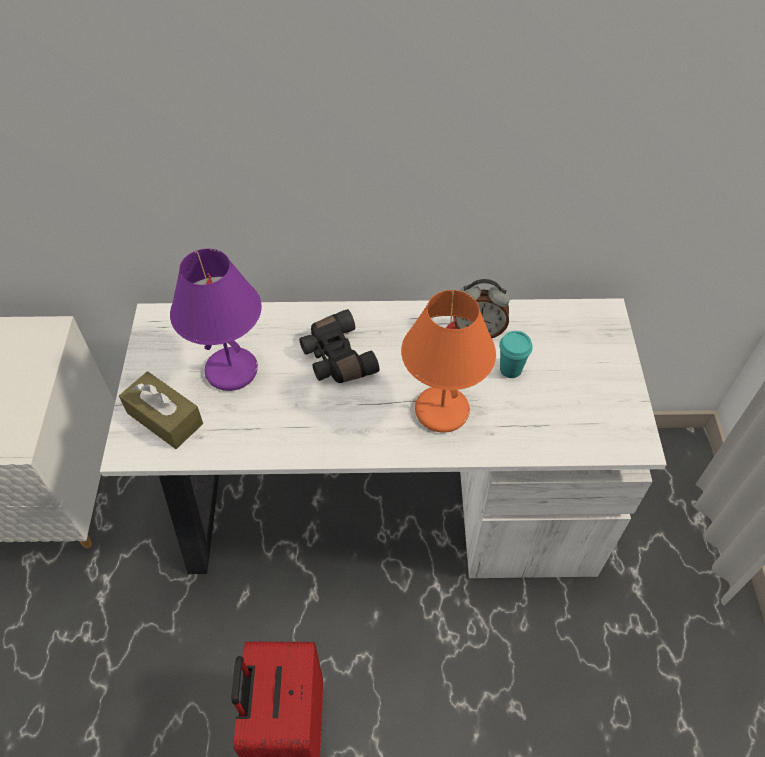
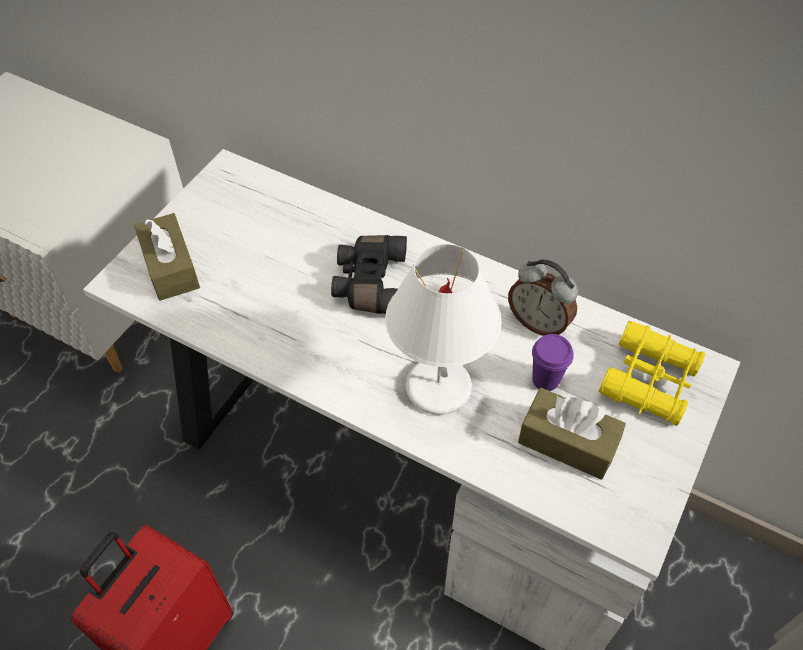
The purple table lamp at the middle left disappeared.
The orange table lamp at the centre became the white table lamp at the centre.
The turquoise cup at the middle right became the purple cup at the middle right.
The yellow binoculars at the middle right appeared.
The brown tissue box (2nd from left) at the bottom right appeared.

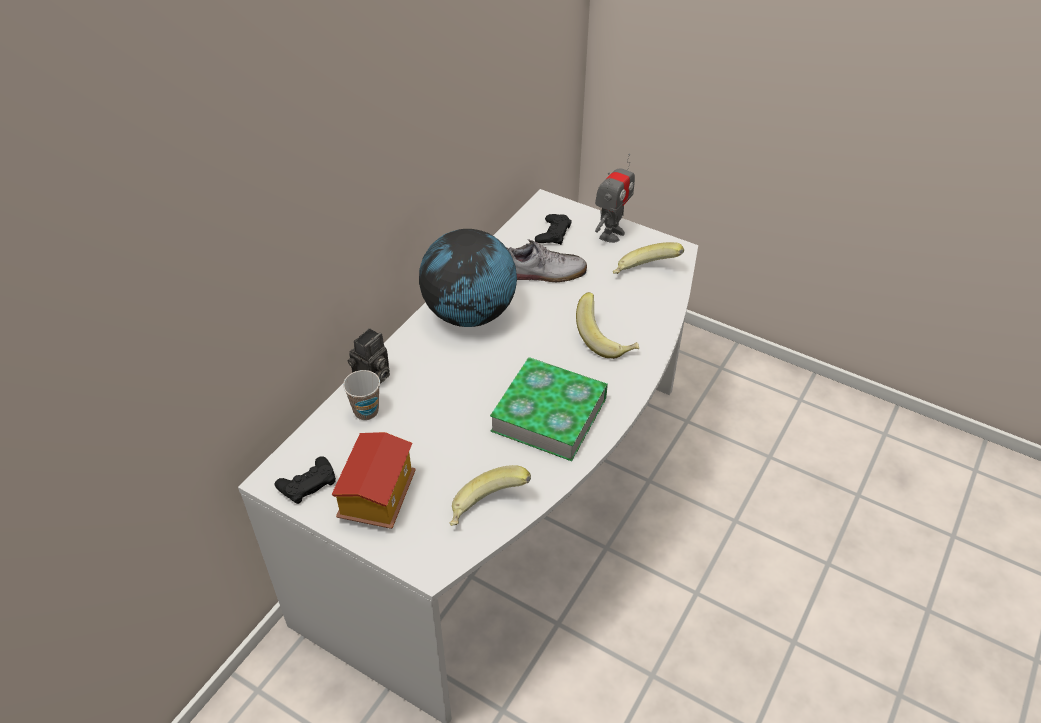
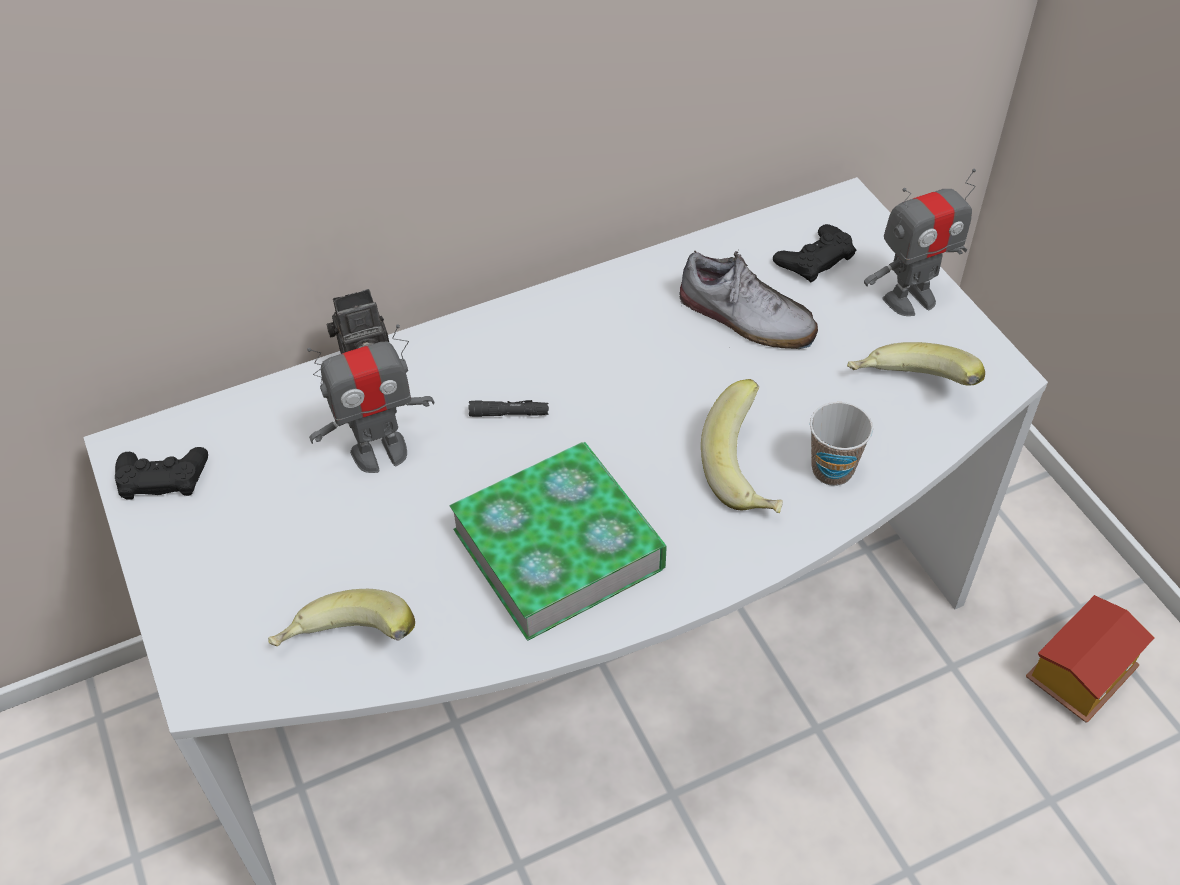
The globe at the centre disappeared.
The cup moved from the centre to the middle right.
The toy house moved from the centre to the bottom right.
The toy robot (1st from left) at the middle left appeared.
The black flashlight at the centre appeared.

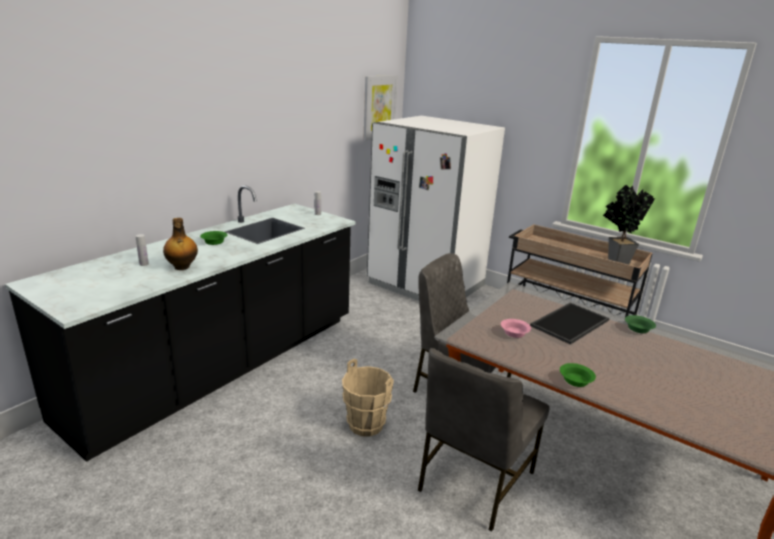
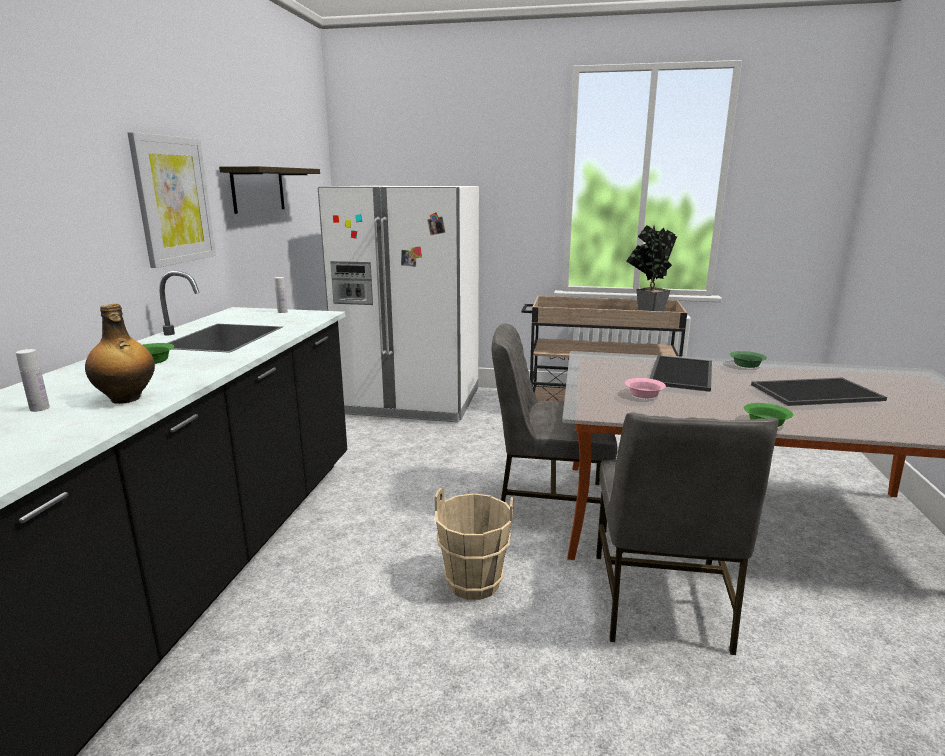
The picture moved from the top centre to the top left.
The shelf at the top left appeared.
The tray (2nd from left) at the middle right appeared.

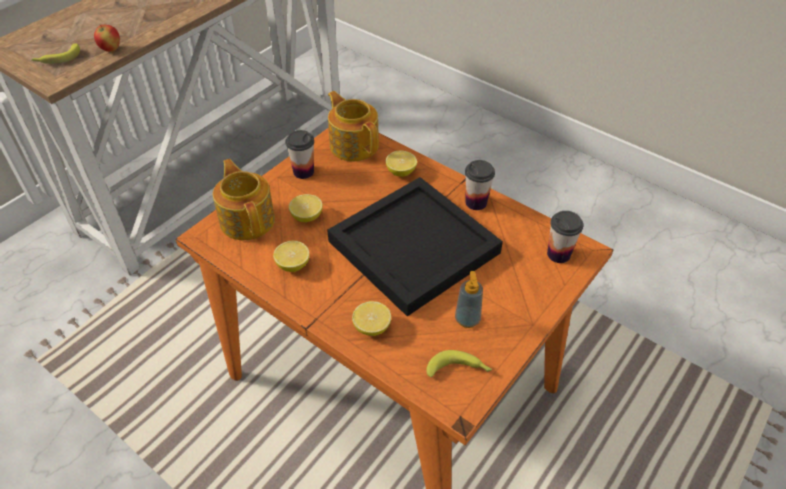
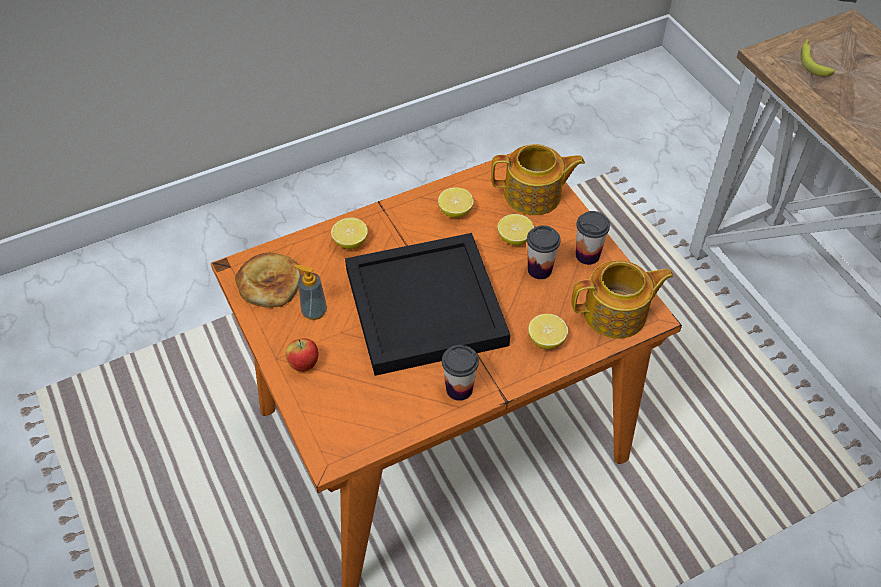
The apple moved from the top left to the centre.
The cup (3rd from left in the first image) moved from the middle right to the centre.
The banana (2nd from left) at the bottom centre was replaced by the bread at the middle left.

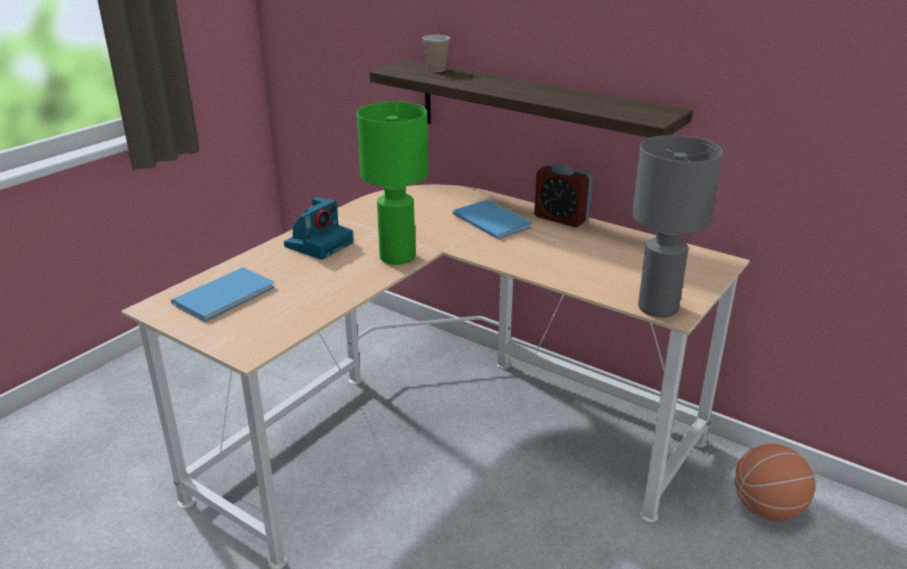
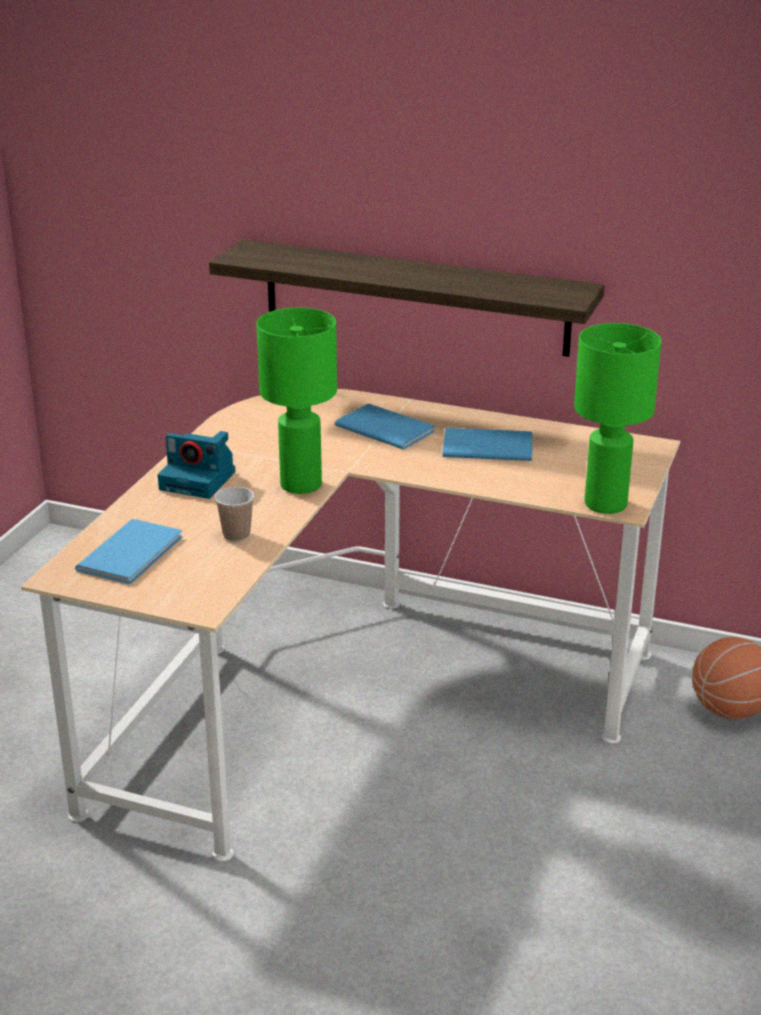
The cup moved from the top centre to the middle left.
The grey table lamp at the middle right became the green table lamp (2nd from left) at the middle right.
The alarm clock at the centre disappeared.
The photo camera at the centre turned 90 degrees clockwise.
The blue book (3rd from left) at the centre appeared.

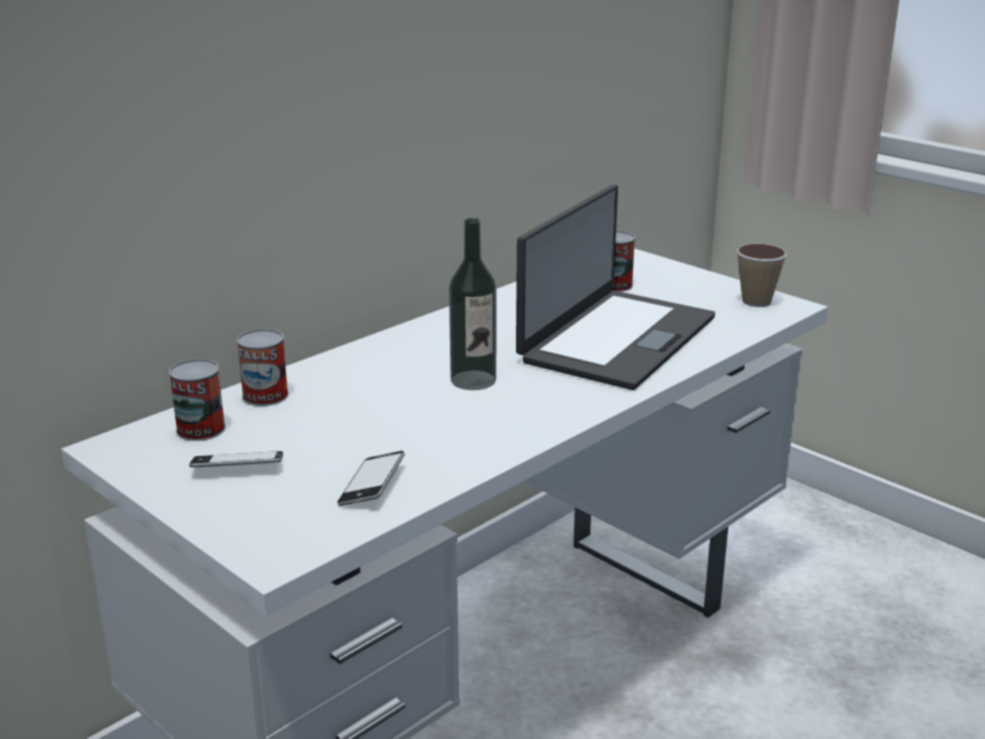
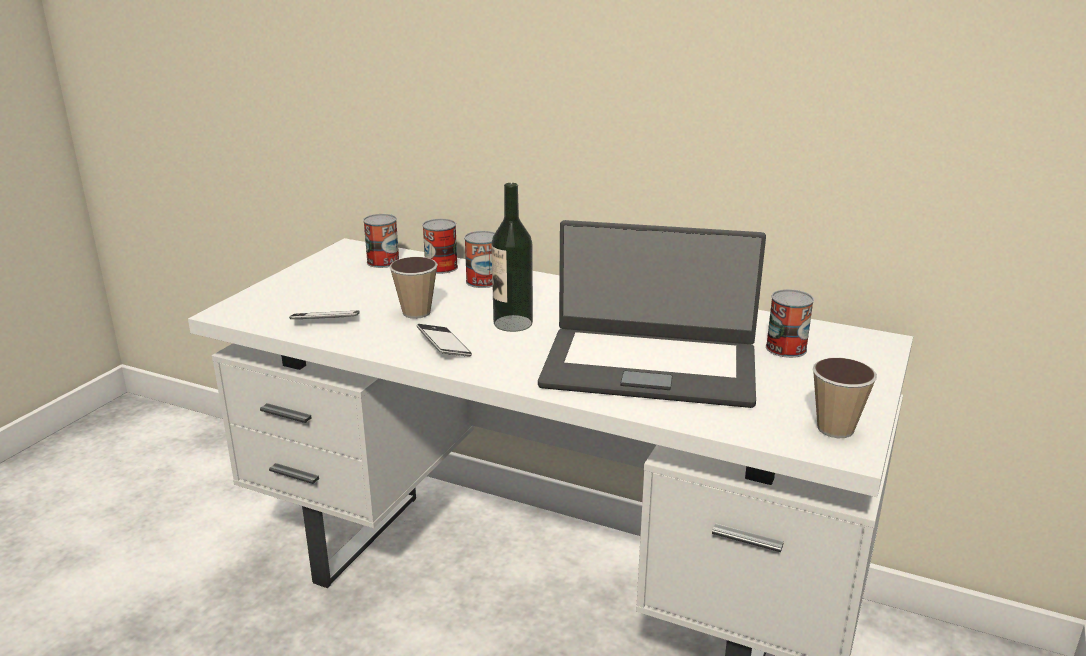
The phone (1st from left in the first image) moved from the middle left to the centre.
The can (3rd from left) at the centre appeared.
The cup (1st from left) at the centre appeared.

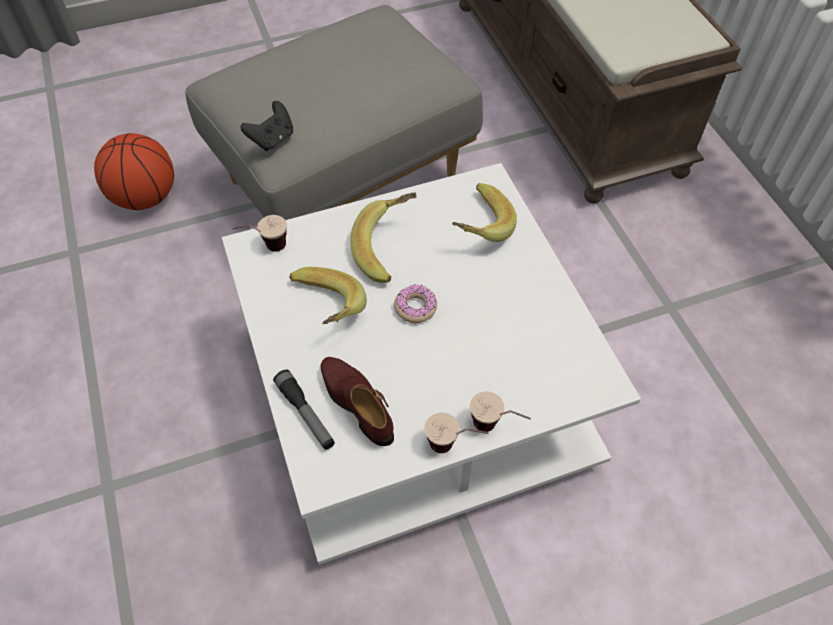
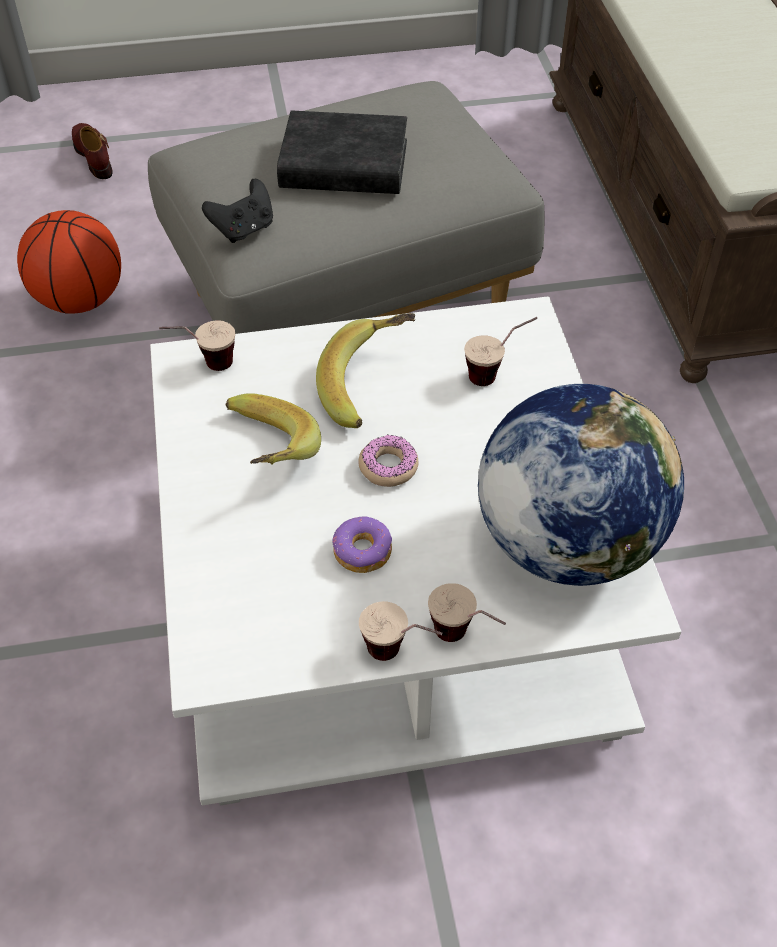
The banana (3rd from left) at the centre was replaced by the cup (4th from left) at the centre.
The brown shoe moved from the centre to the top left.
The flashlight at the centre disappeared.
The black book at the top centre appeared.
The globe at the middle right appeared.
The donut (1st from left) at the centre appeared.

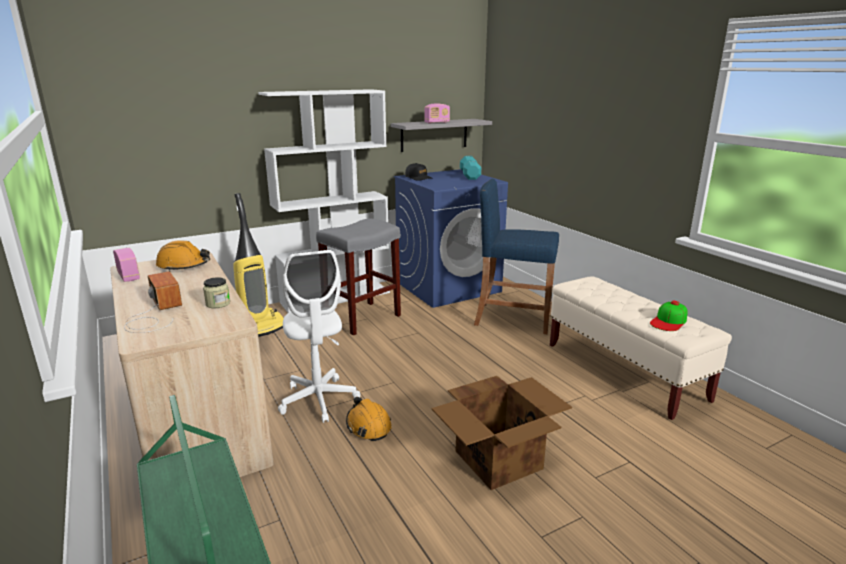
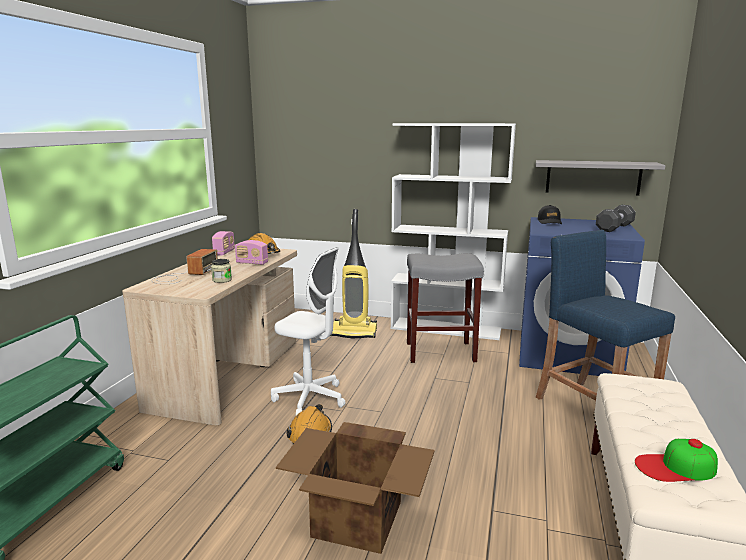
The radio (3rd from left) moved from the top centre to the centre.
The turquoise dumbbell at the top centre became the black dumbbell at the middle right.
The white office chair at the centre turned 90 degrees counterclockwise.

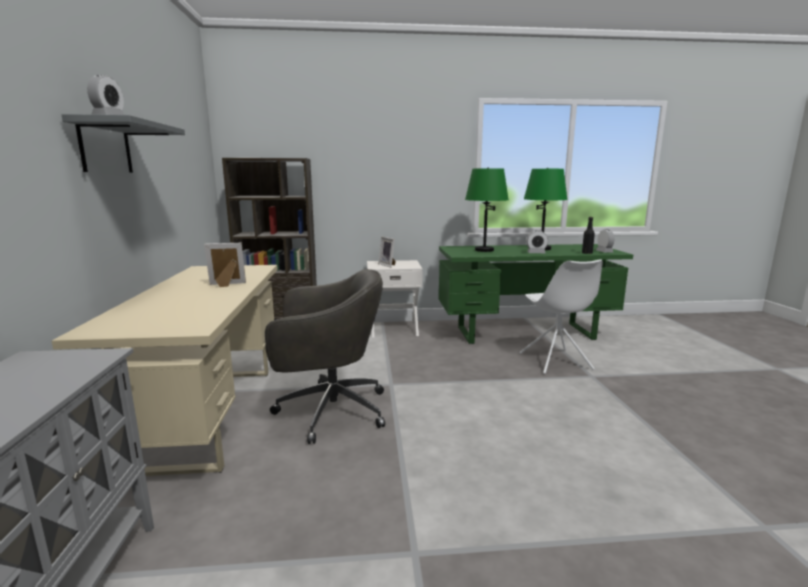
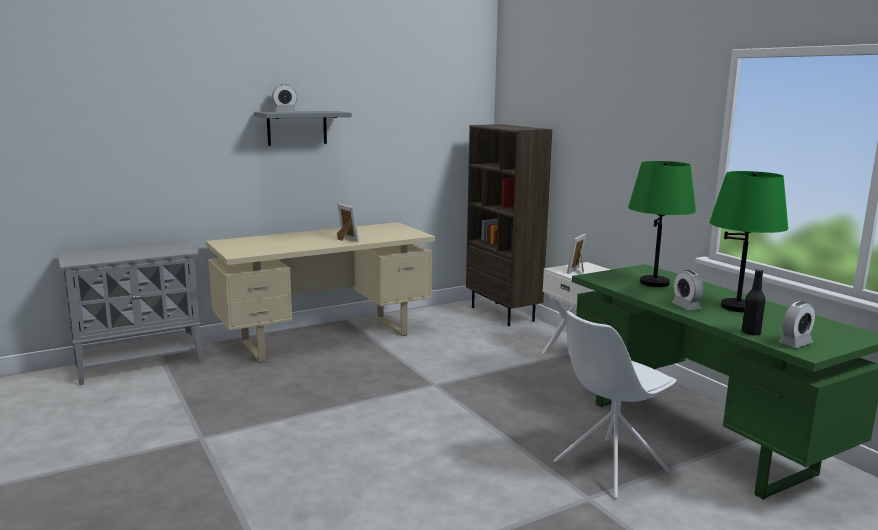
The grey office chair at the centre disappeared.

